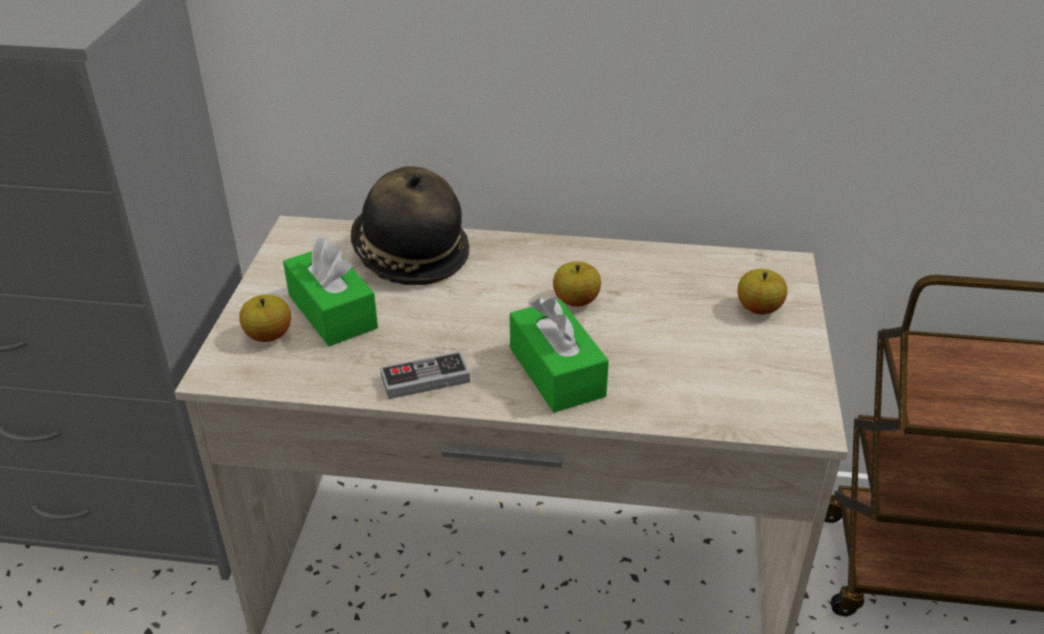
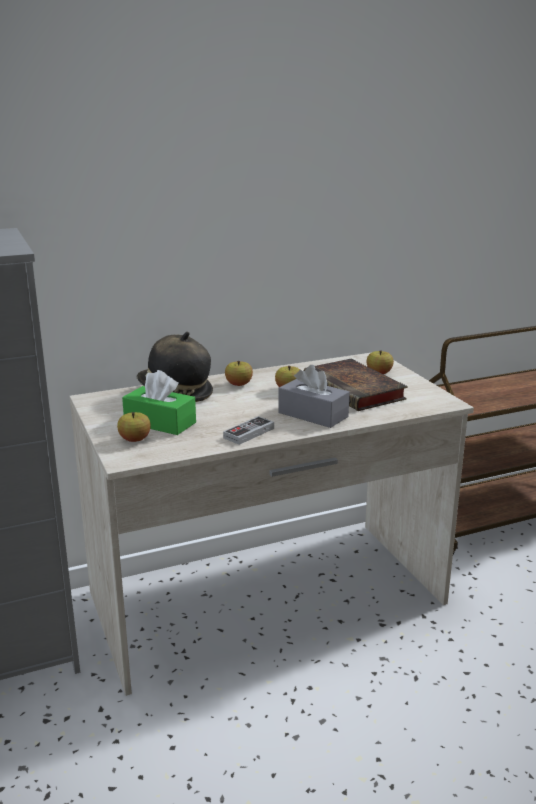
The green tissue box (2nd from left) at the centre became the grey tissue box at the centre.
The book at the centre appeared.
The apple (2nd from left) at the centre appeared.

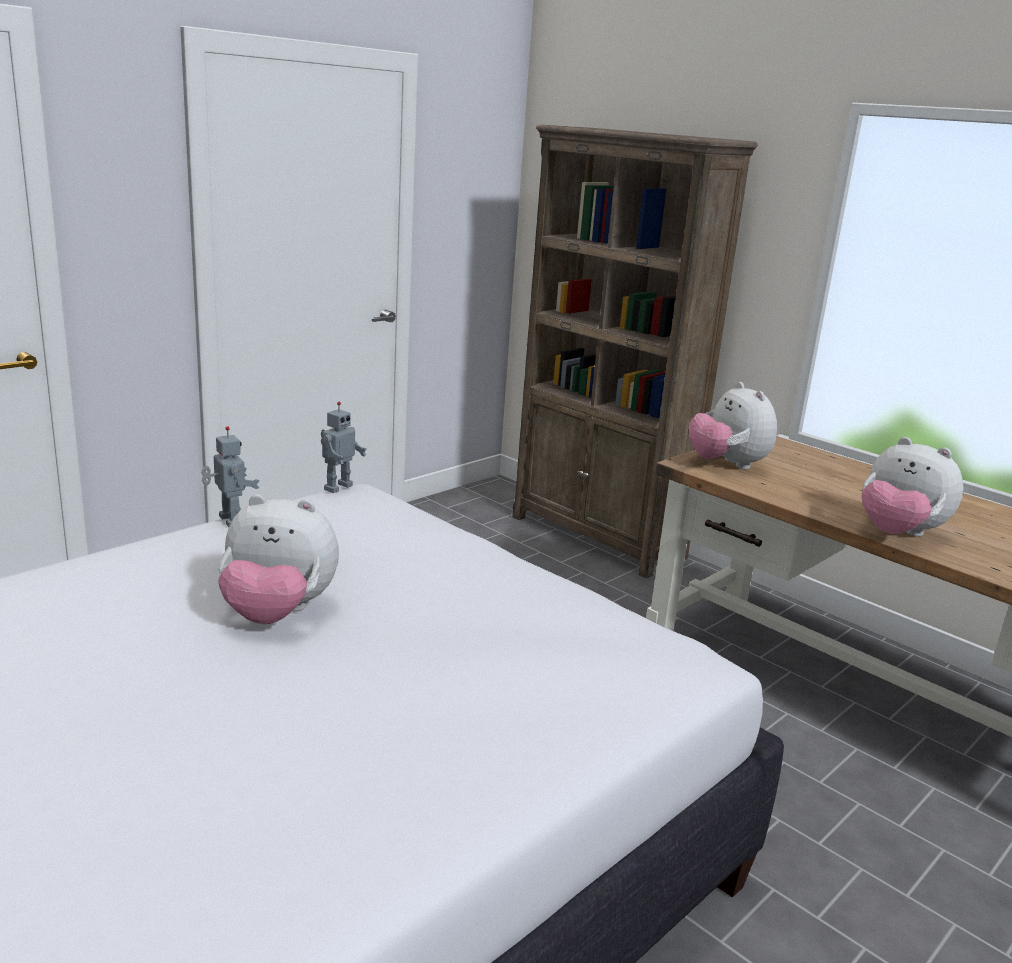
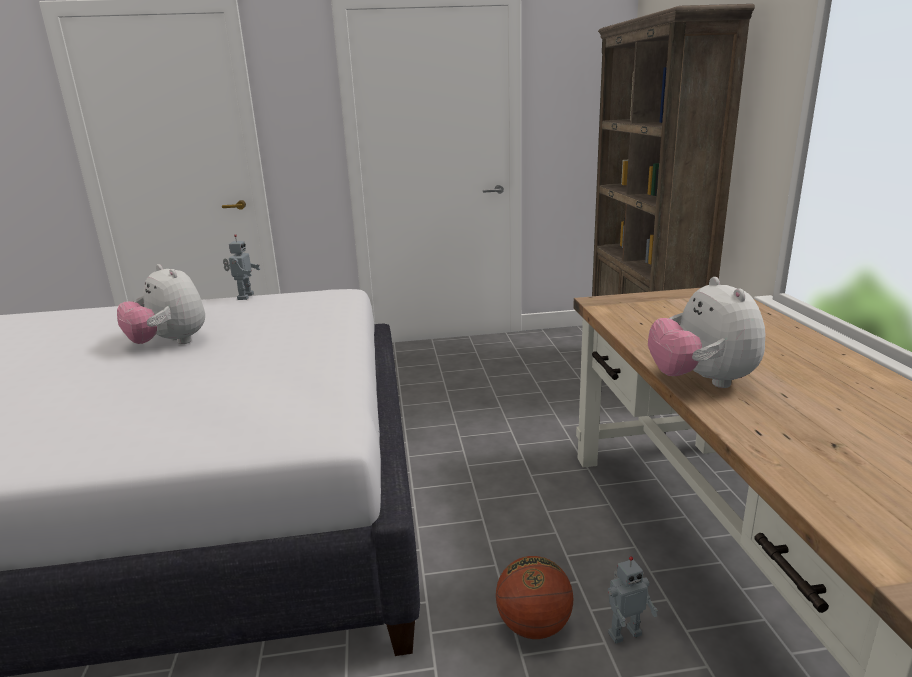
The plush toy (2nd from left) at the middle right disappeared.
The toy robot (2nd from left) moved from the centre to the bottom right.
The basketball at the bottom centre appeared.

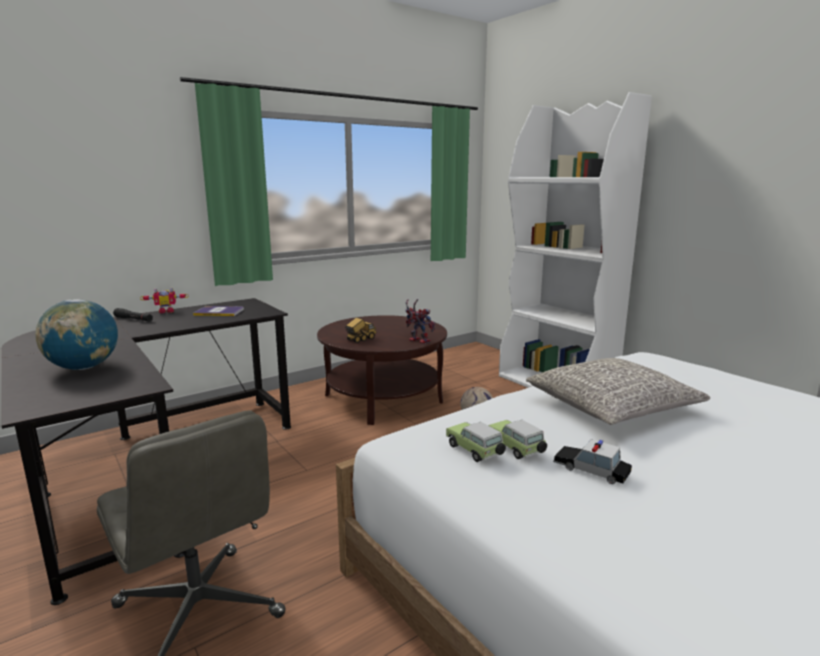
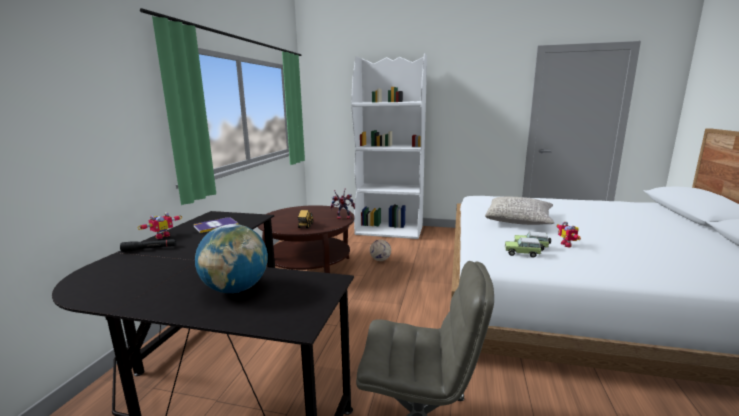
The toy car (3rd from left) at the bottom right was replaced by the toy robot (3rd from left) at the middle right.

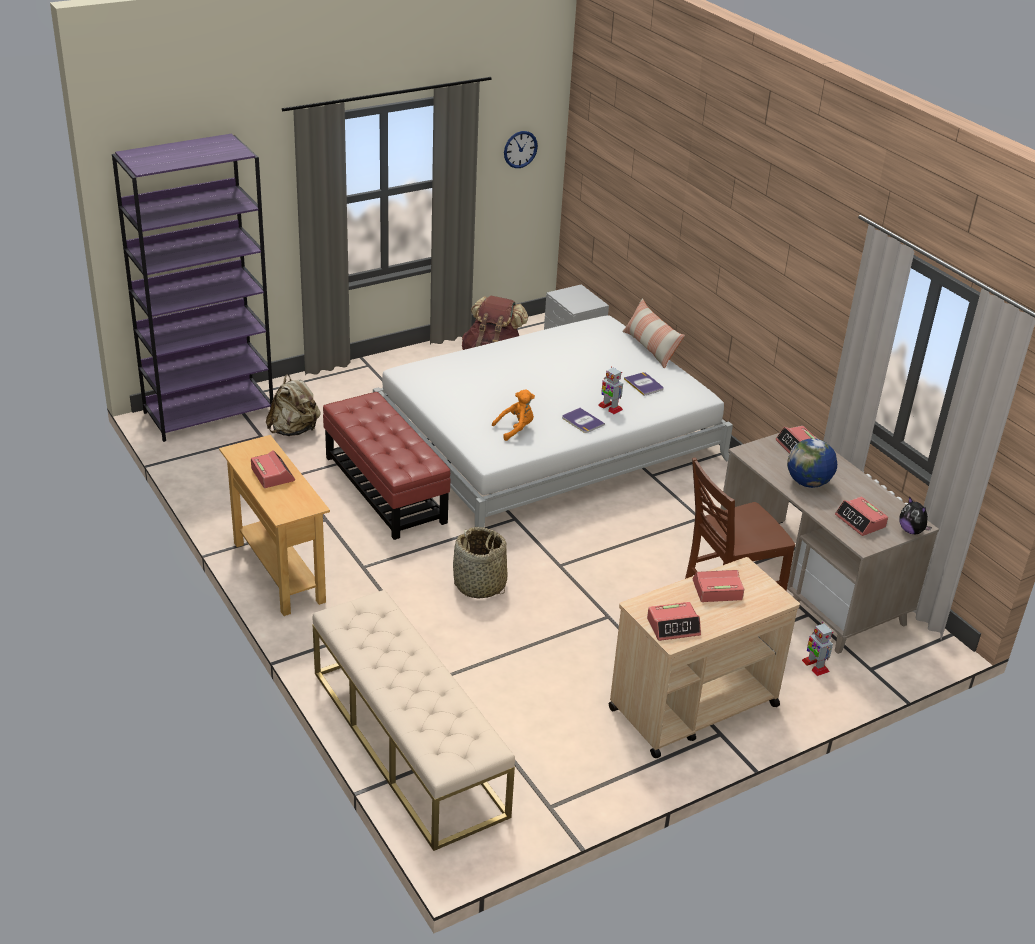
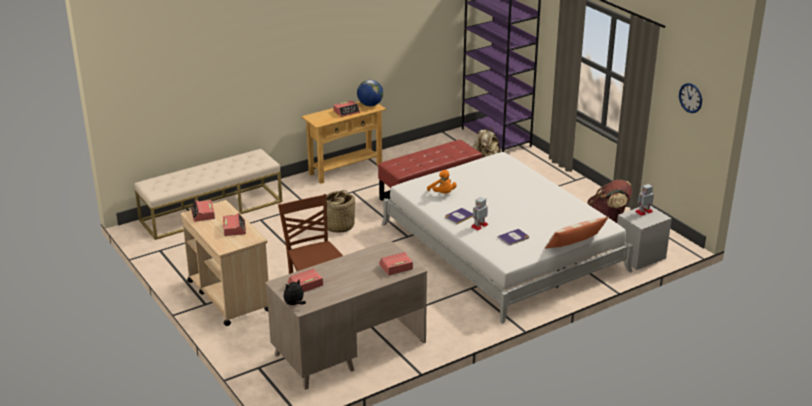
The globe moved from the middle right to the top centre.
The toy robot (2nd from left) moved from the bottom right to the middle right.

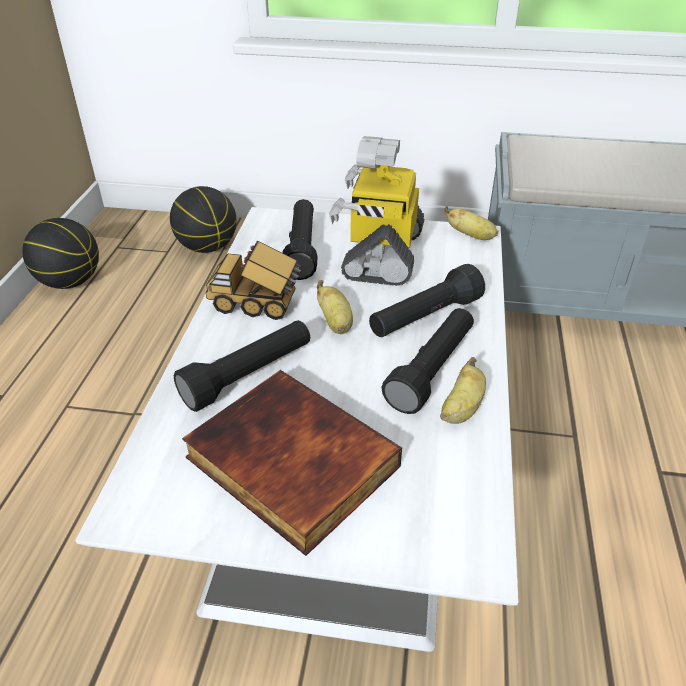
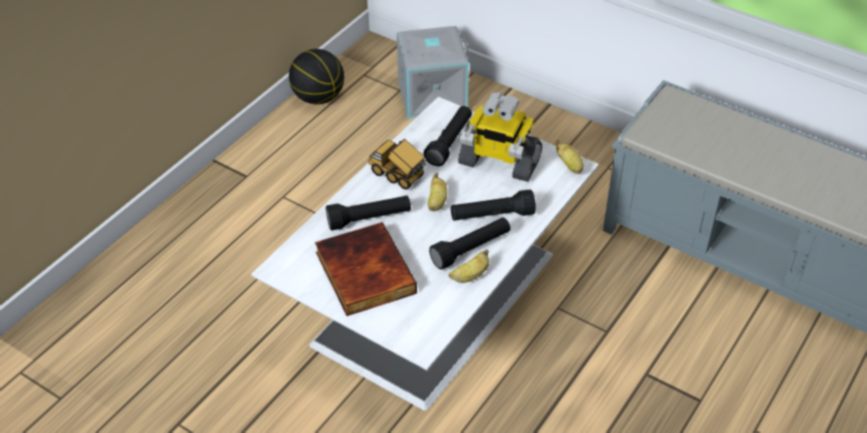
The toy robot at the top centre turned 105 degrees counterclockwise.
The basketball (2nd from left) at the top left was replaced by the grey storage box at the top centre.

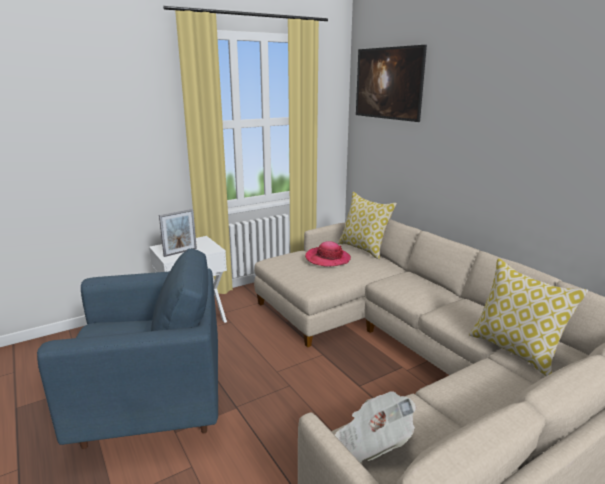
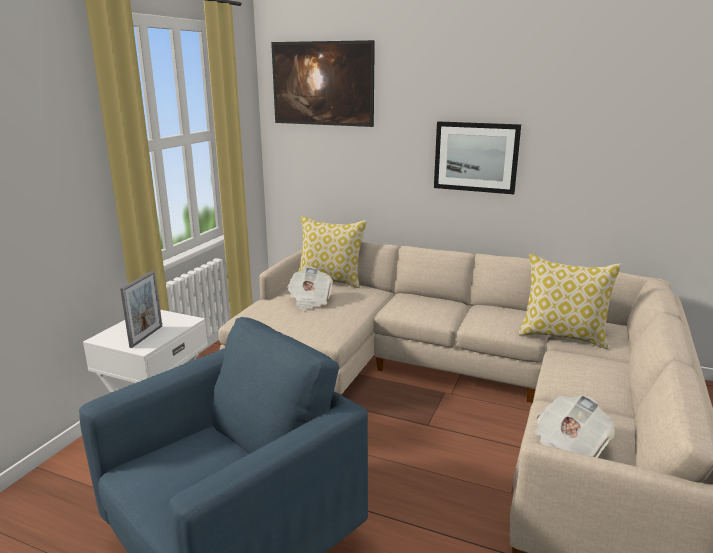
The hat at the centre was replaced by the newspaper (1st from left) at the centre.
The picture (2nd from left) at the top right appeared.

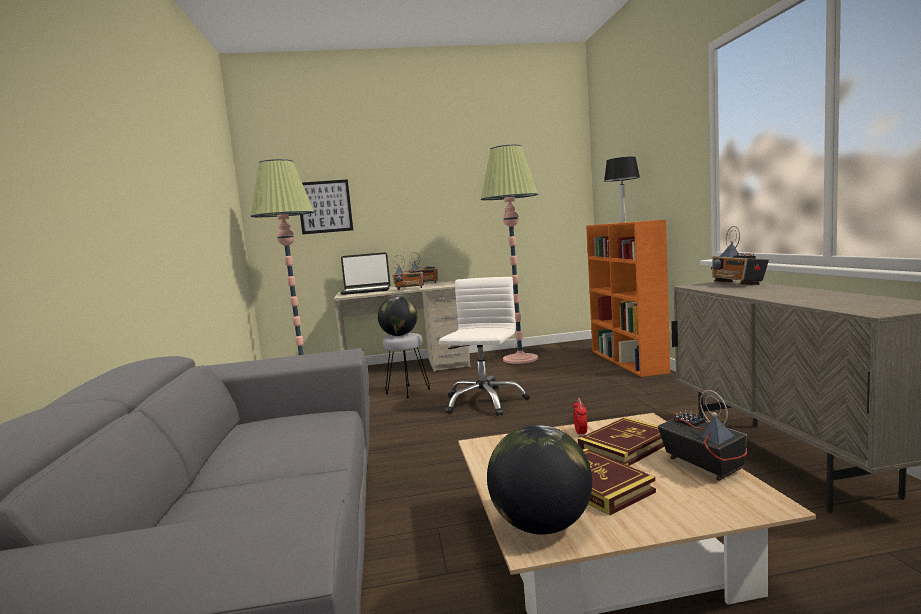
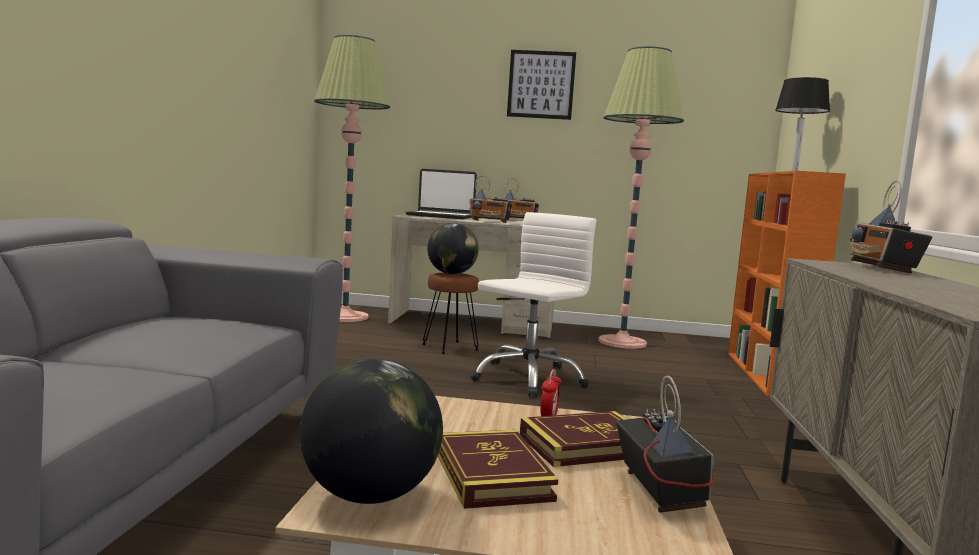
The picture moved from the centre to the top centre.
The grey stool at the centre became the brown stool at the centre.

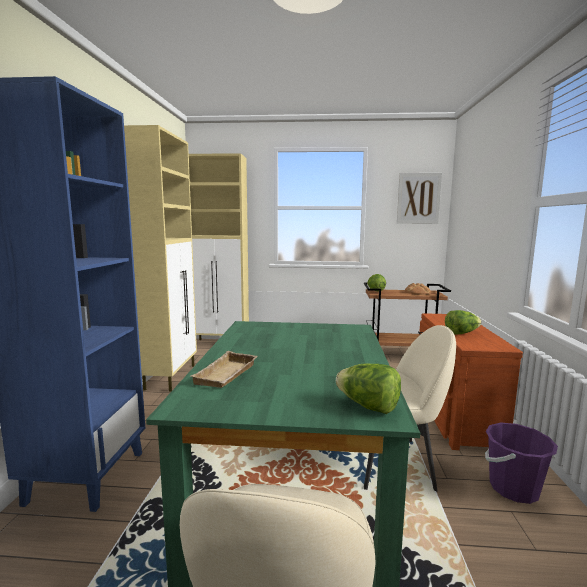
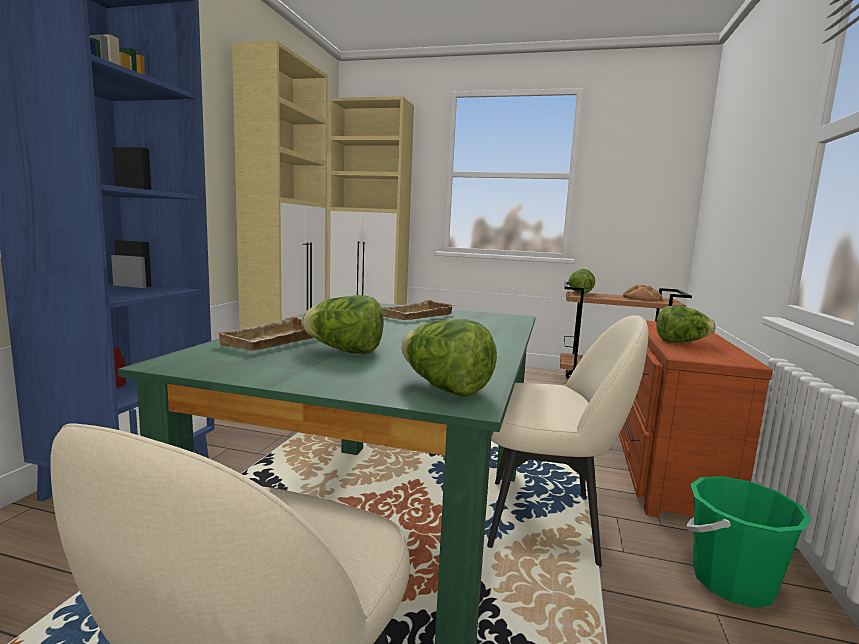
The picture at the middle right disappeared.
The purple bucket at the bottom right became the green bucket at the bottom right.
The lettuce (1st from left) at the centre appeared.
The beige tray (2nd from left) at the centre appeared.

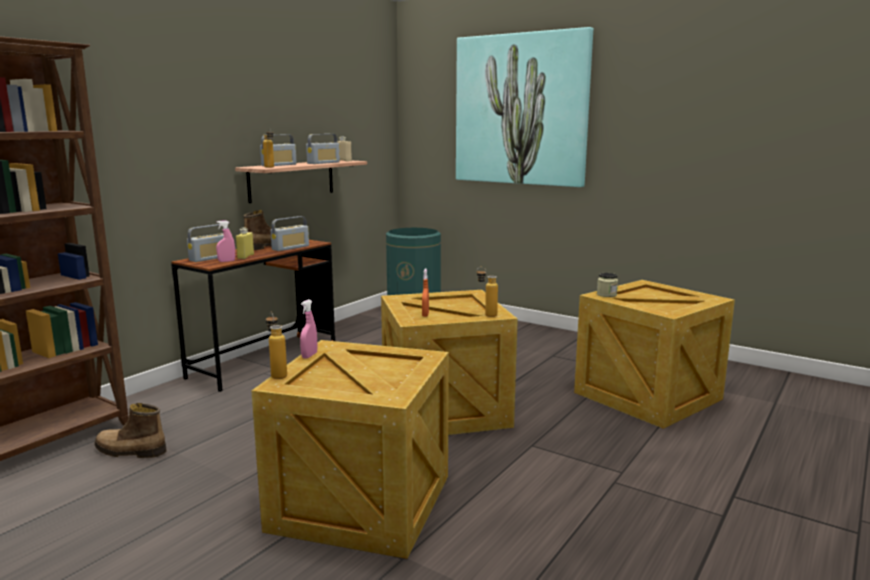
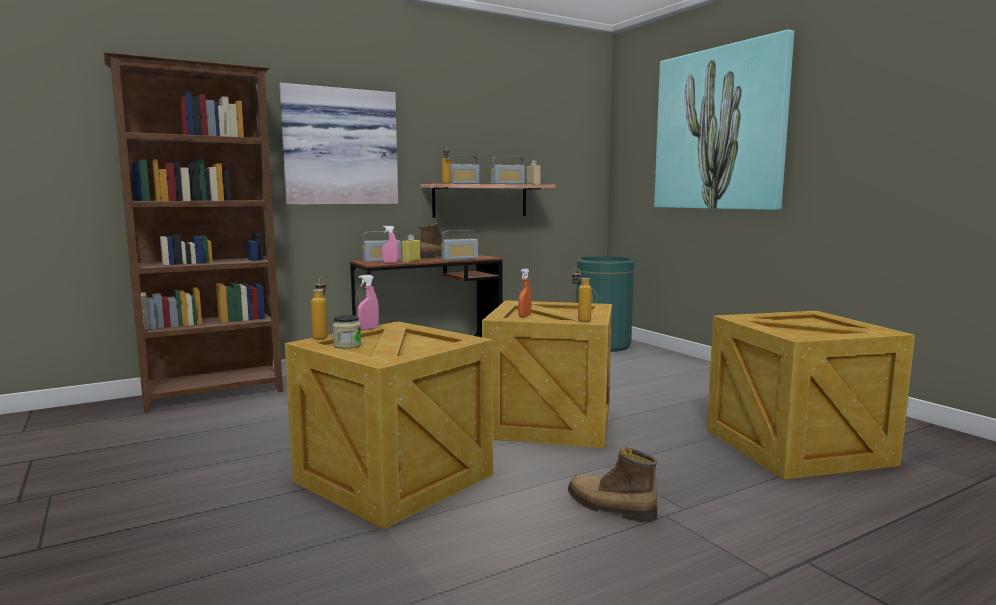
The jar moved from the middle right to the centre.
The boot (1st from left in the first image) moved from the bottom left to the bottom centre.
The picture (1st from left) at the top centre appeared.

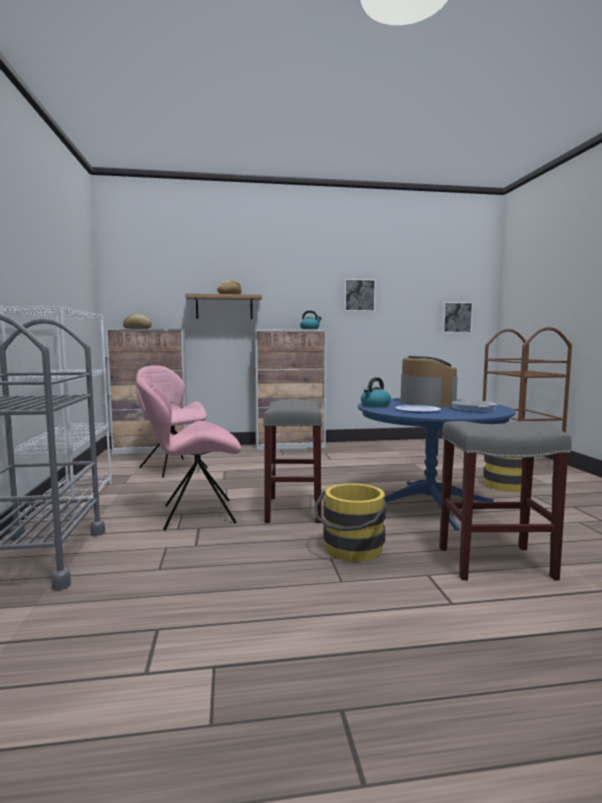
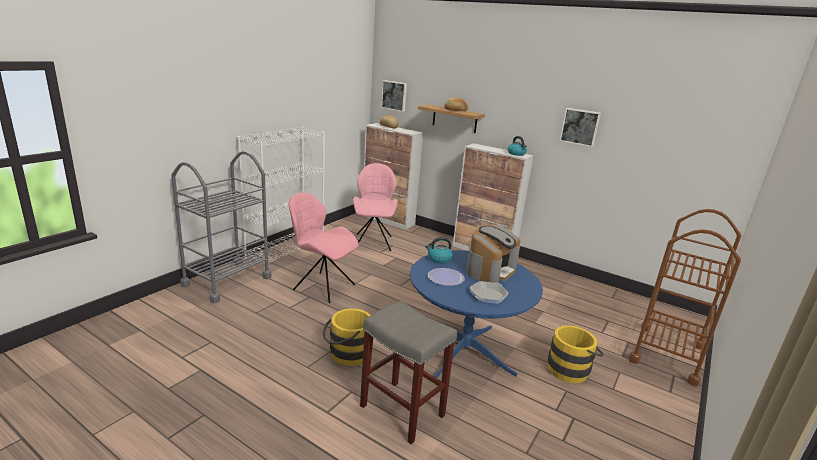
The picture (2nd from left in the first image) moved from the middle right to the top centre.
The grey stool (1st from left) at the centre disappeared.

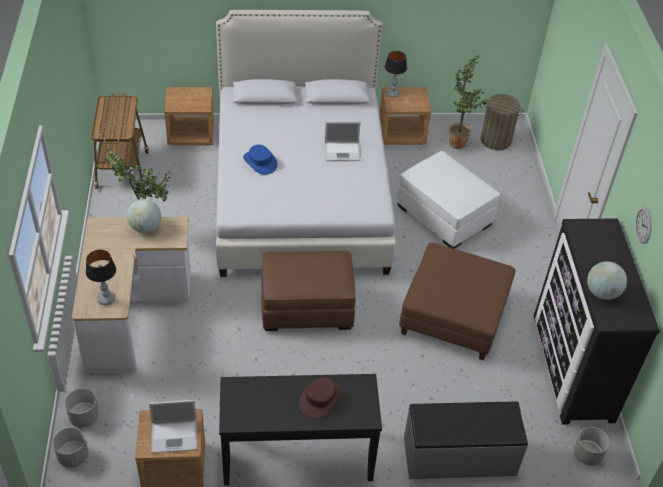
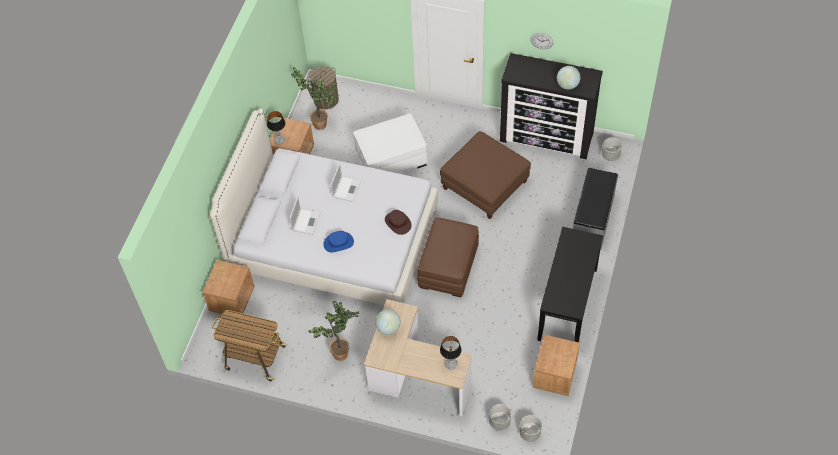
The brown hat moved from the bottom centre to the centre.
The laptop (1st from left) moved from the bottom left to the centre.

